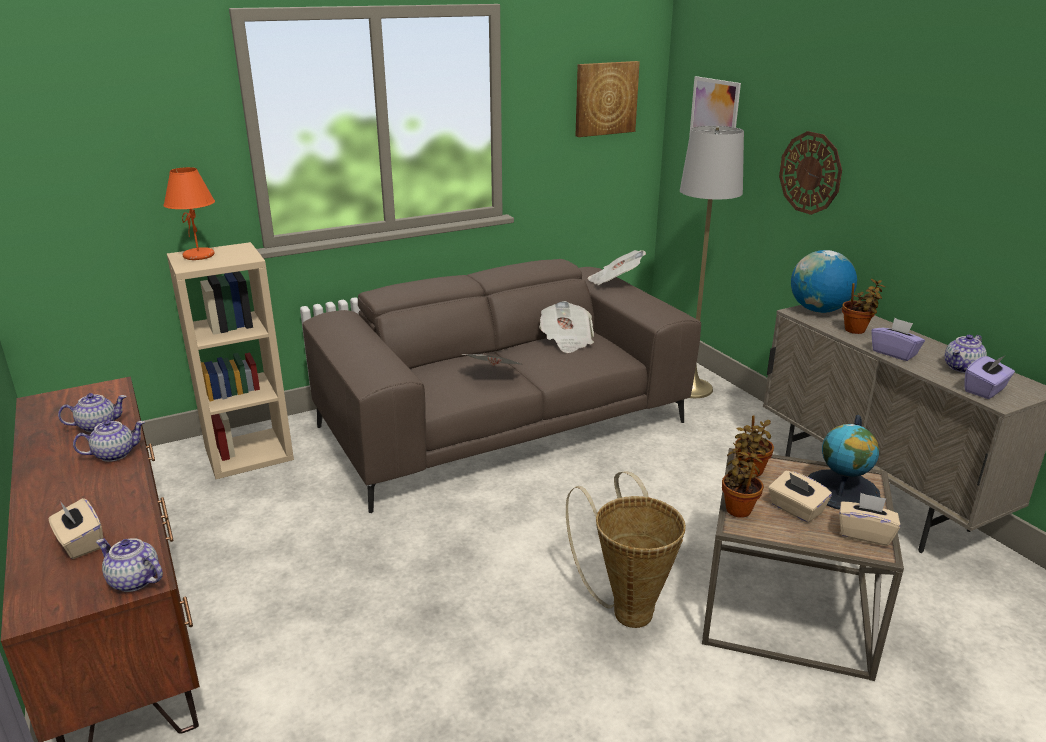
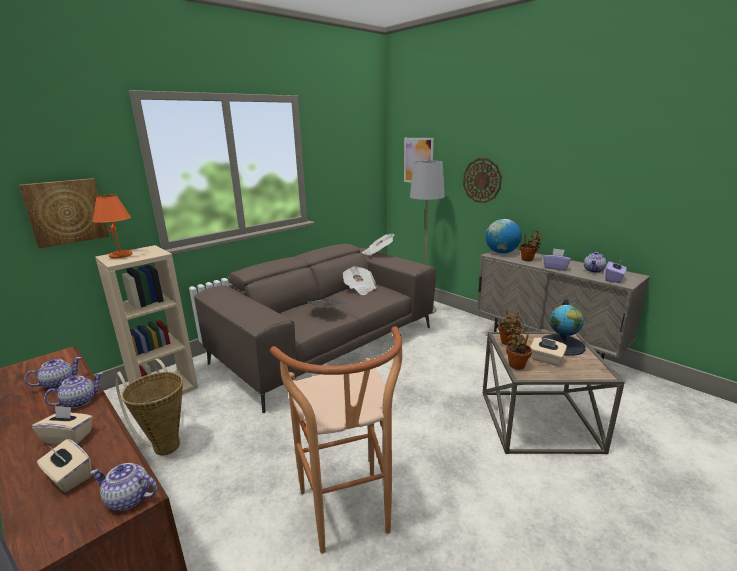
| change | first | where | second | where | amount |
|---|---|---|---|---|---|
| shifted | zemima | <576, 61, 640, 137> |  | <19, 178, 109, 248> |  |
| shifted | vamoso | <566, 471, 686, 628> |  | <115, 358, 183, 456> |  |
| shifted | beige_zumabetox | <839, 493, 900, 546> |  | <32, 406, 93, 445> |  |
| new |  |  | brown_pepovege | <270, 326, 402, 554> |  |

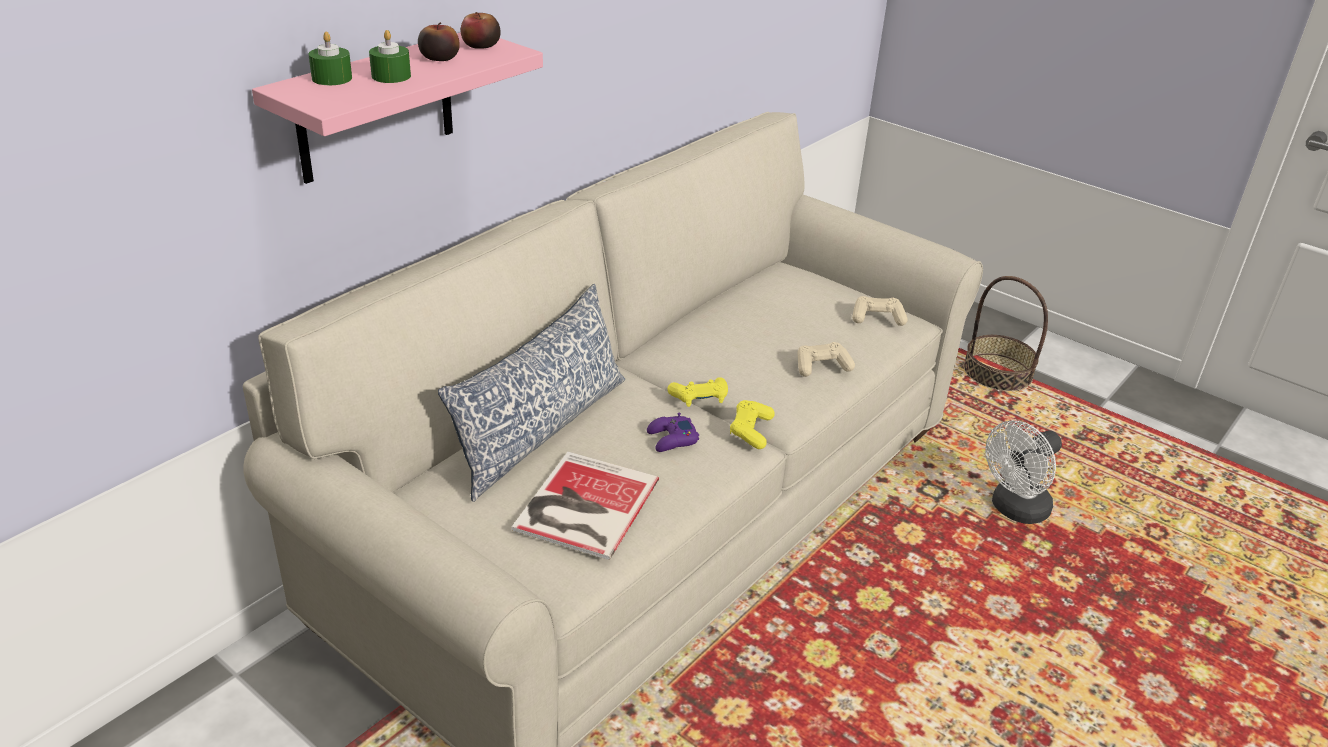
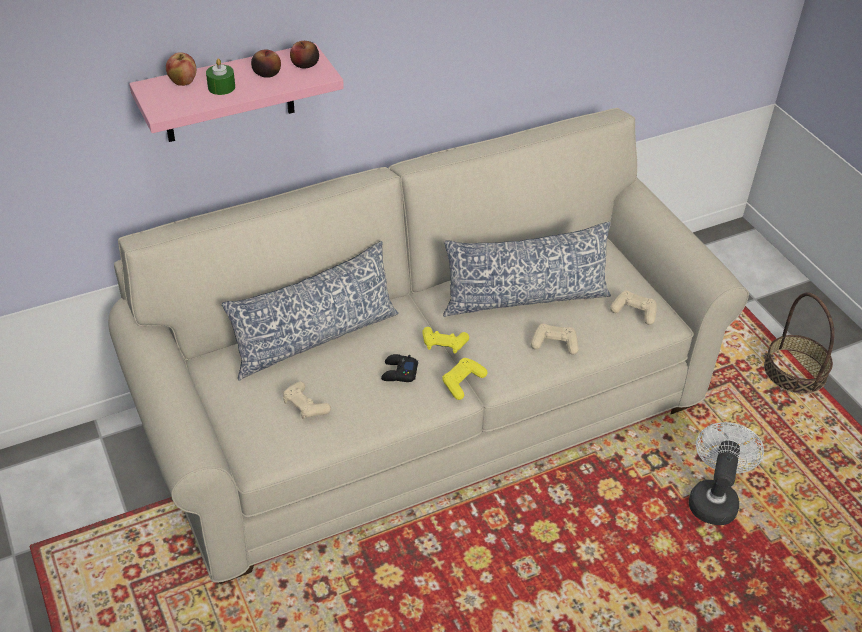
| change | first | where | second | where | amount |
|---|---|---|---|---|---|
| swapped | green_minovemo | <308, 32, 352, 85> | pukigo | <166, 52, 196, 86> |  |
| repainted | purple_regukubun | <647, 412, 699, 452> | black_regukubun | <381, 354, 418, 382> |  |
| rotated | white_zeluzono | <986, 420, 1062, 524> |  | <689, 422, 764, 525> | 120 degrees clockwise |
| swapped | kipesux | <512, 452, 659, 560> | beige_regukubun | <283, 381, 331, 419> |  |
| new |  |  | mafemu | <443, 222, 611, 317> |  |

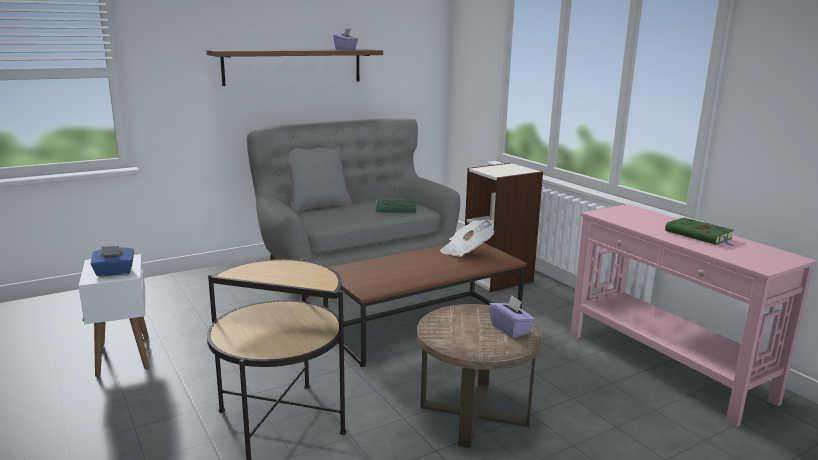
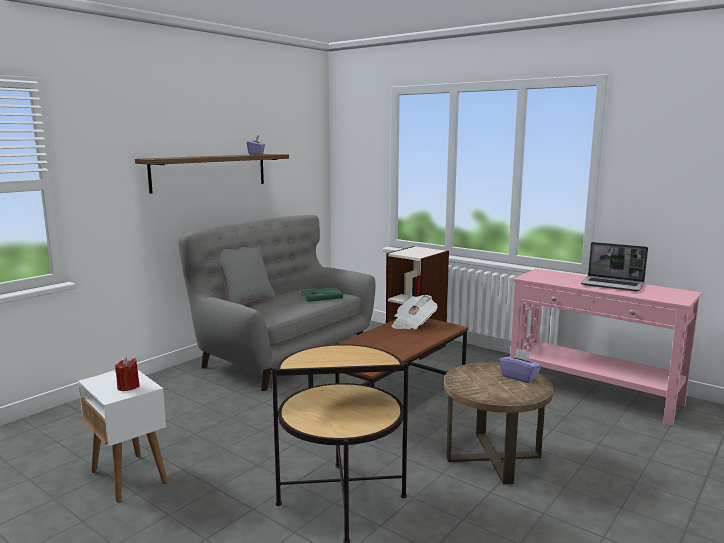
| change | first | where | second | where | amount |
|---|---|---|---|---|---|
| swapped | green_kipesux | <665, 217, 734, 246> | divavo | <581, 242, 648, 291> |  |
| swapped | blue_zumabetox | <90, 246, 134, 276> | red_minovemo | <115, 358, 140, 391> |  |

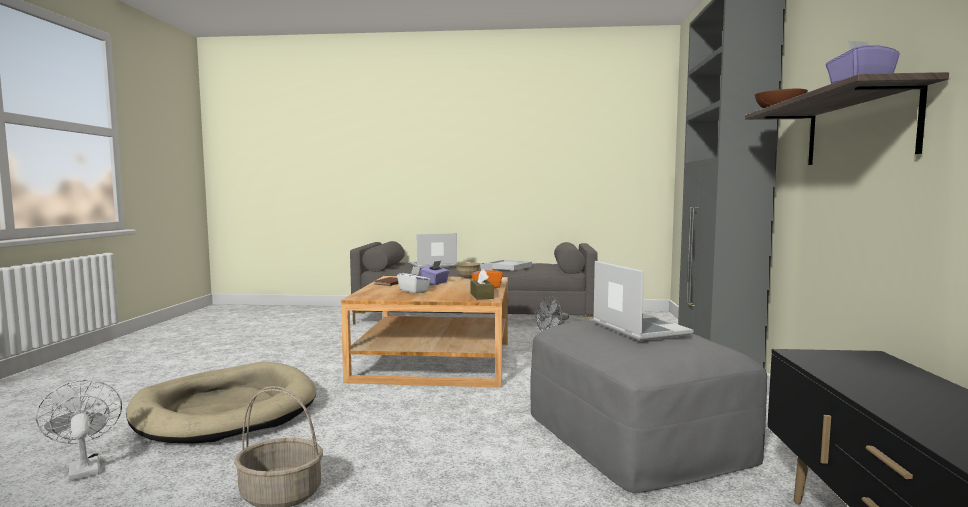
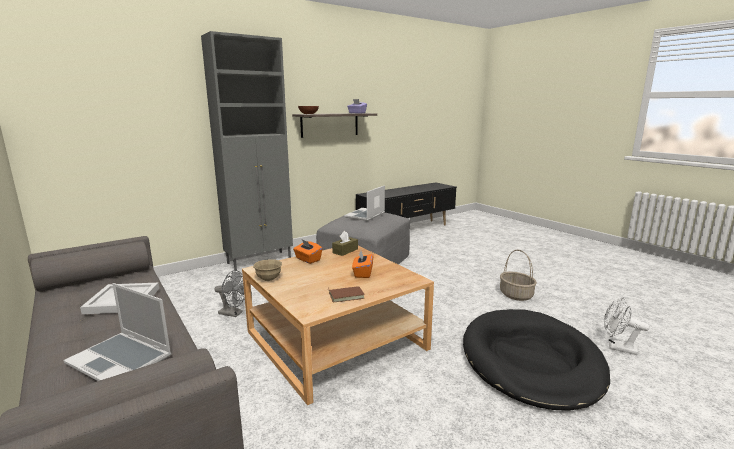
| change | first | where | second | where | amount |
|---|---|---|---|---|---|
| gone | purple_zumabetox | <420, 261, 450, 285> |  |  |  |
| repainted | white_zumabetox | <397, 266, 431, 293> | orange_zumabetox | <352, 251, 373, 278> |  |
| repainted | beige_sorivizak | <126, 362, 317, 444> | black_sorivizak | <463, 309, 610, 411> |  |
| rotated | white_zeluzono | <36, 380, 122, 481> |  | <604, 297, 650, 355> | 105 degrees clockwise |

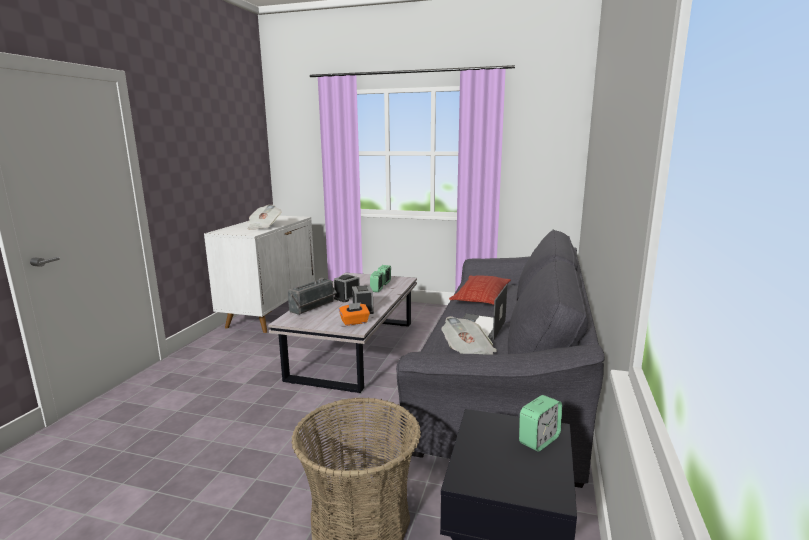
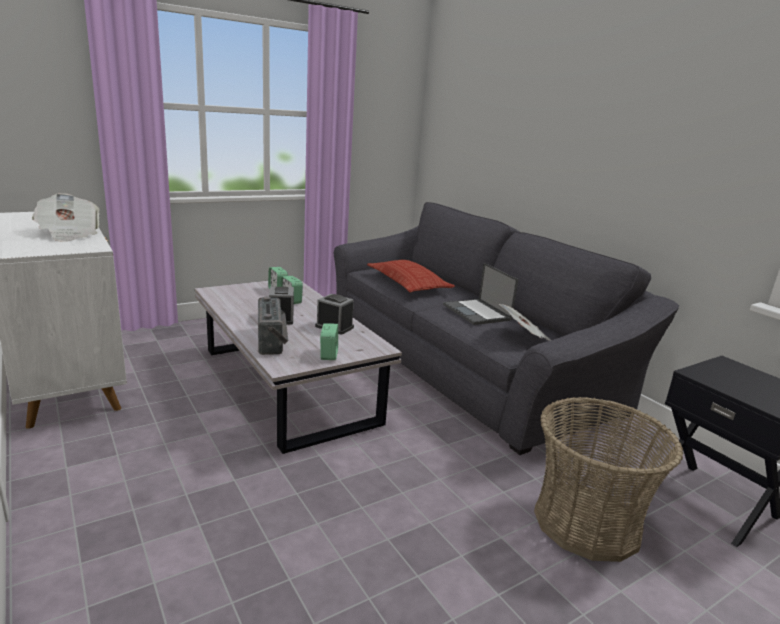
| change | first | where | second | where | amount |
|---|---|---|---|---|---|
| gone | orange_zumabetox | <339, 302, 370, 326> |  |  |  |
| shifted | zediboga | <519, 395, 562, 452> |  | <320, 323, 338, 360> |  |

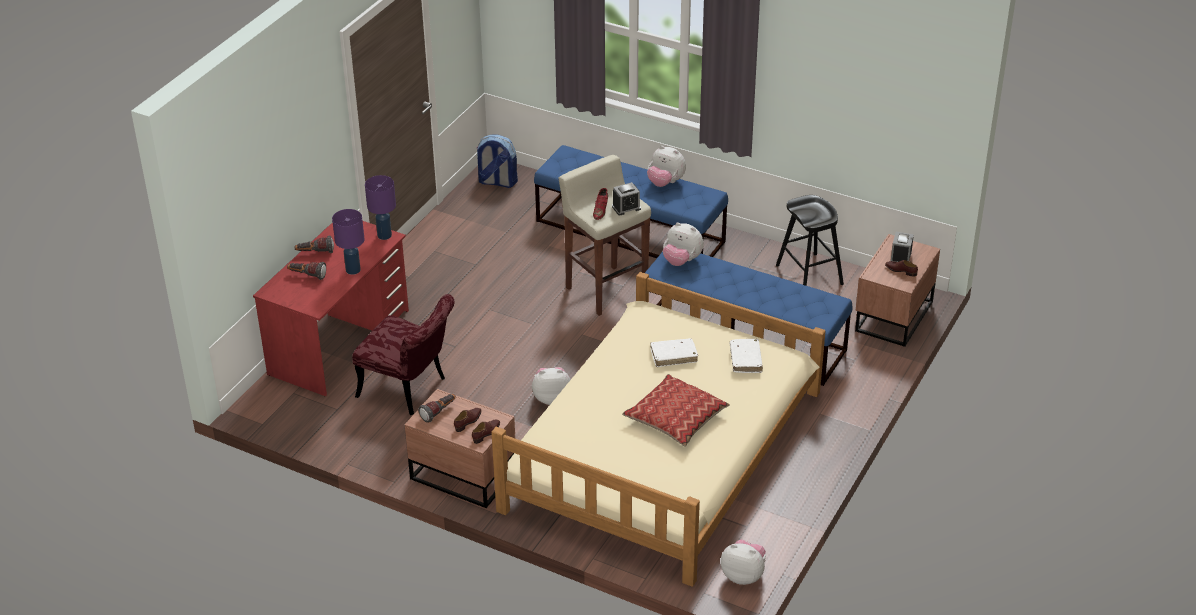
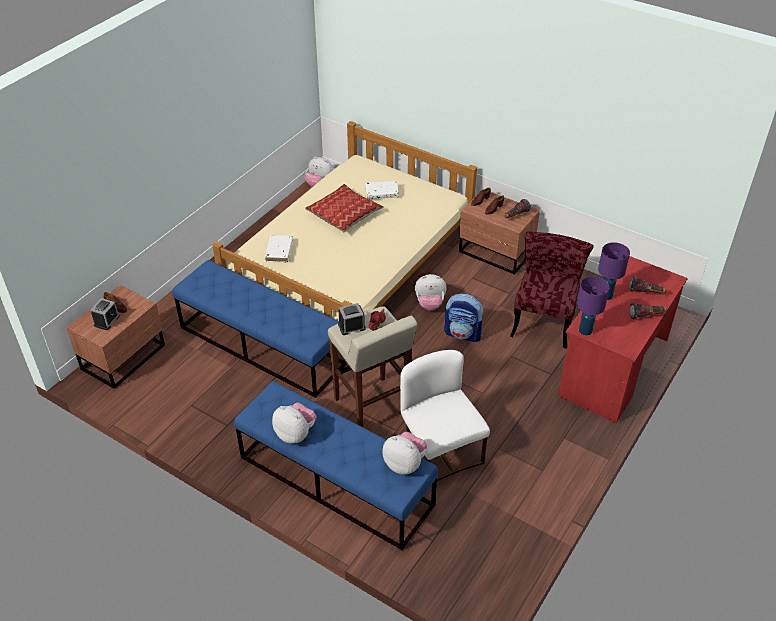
| change | first | where | second | where | amount |
|---|---|---|---|---|---|
| shifted | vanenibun | <477, 134, 518, 188> |  | <444, 293, 485, 343> |  |
| gone | black_pepovege | <776, 195, 844, 286> |  |  |  |
| shifted | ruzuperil | <663, 222, 704, 266> |  | <383, 432, 427, 474> |  |
| rotated | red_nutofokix | <352, 294, 454, 415> |  | <510, 232, 594, 349> | 75 degrees clockwise |
| shifted | white_kipesux | <650, 338, 698, 367> |  | <366, 181, 398, 199> |  |
| new |  |  | white_nutofokix | <400, 350, 490, 481> |  |

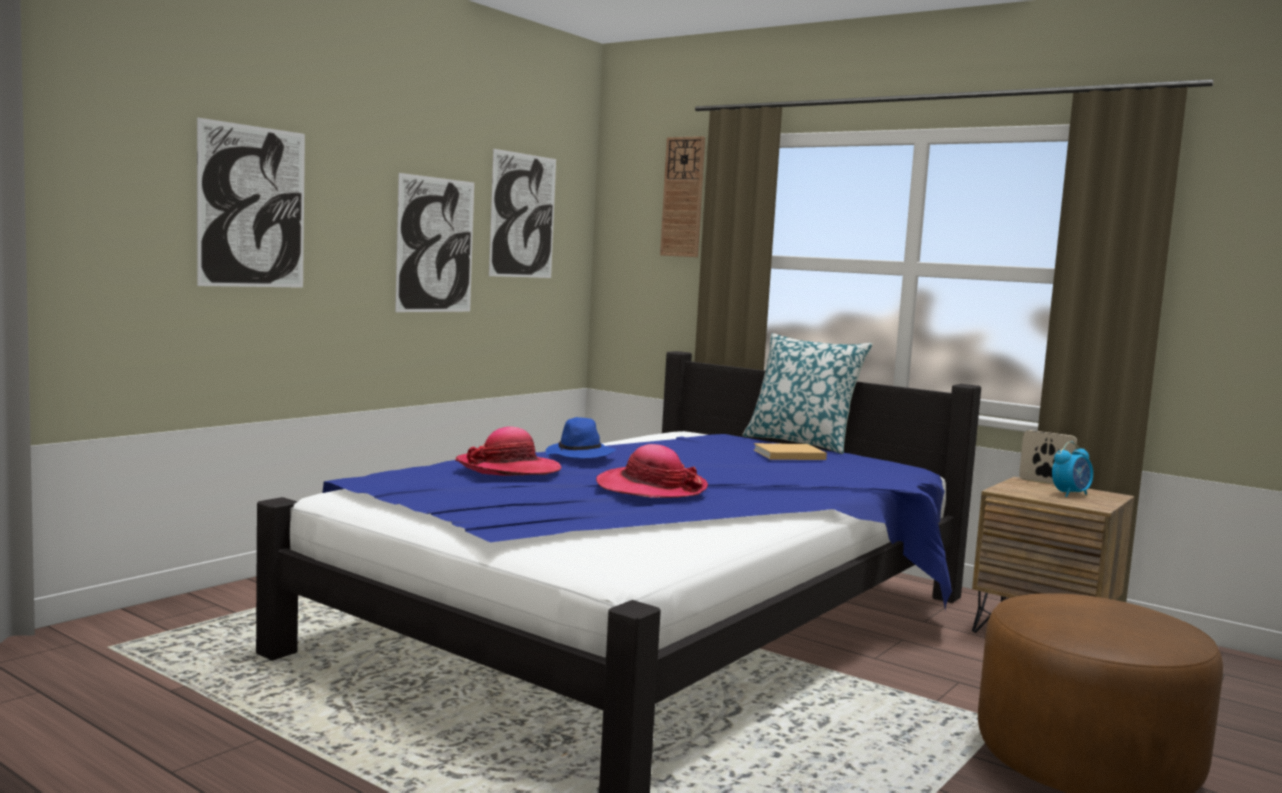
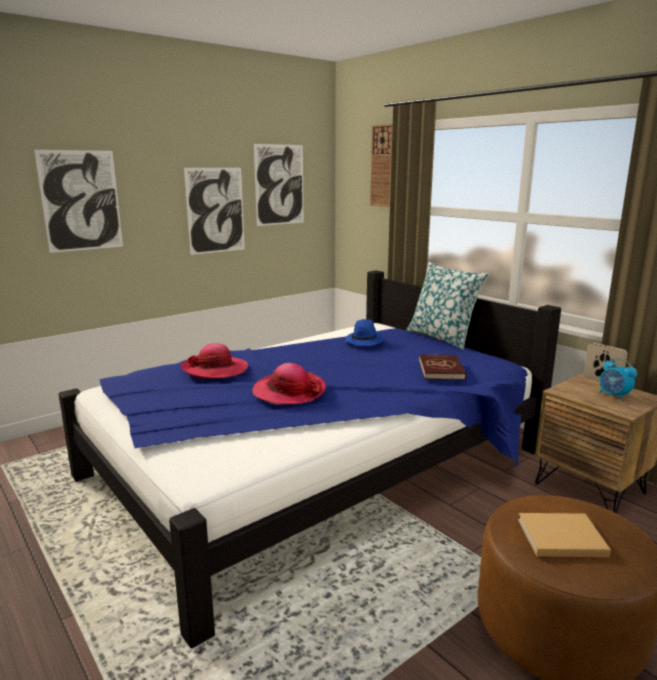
| change | first | where | second | where | amount |
|---|---|---|---|---|---|
| shifted | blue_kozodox | <546, 417, 616, 458> |  | <345, 319, 386, 346> |  |
| rotated | zediboga | <1052, 441, 1093, 497> |  | <599, 358, 637, 401> | 75 degrees clockwise |
| shifted | beige_kipesux | <753, 443, 827, 460> |  | <518, 513, 611, 557> |  |
| new |  |  | red_kipesux | <419, 354, 466, 380> |  |

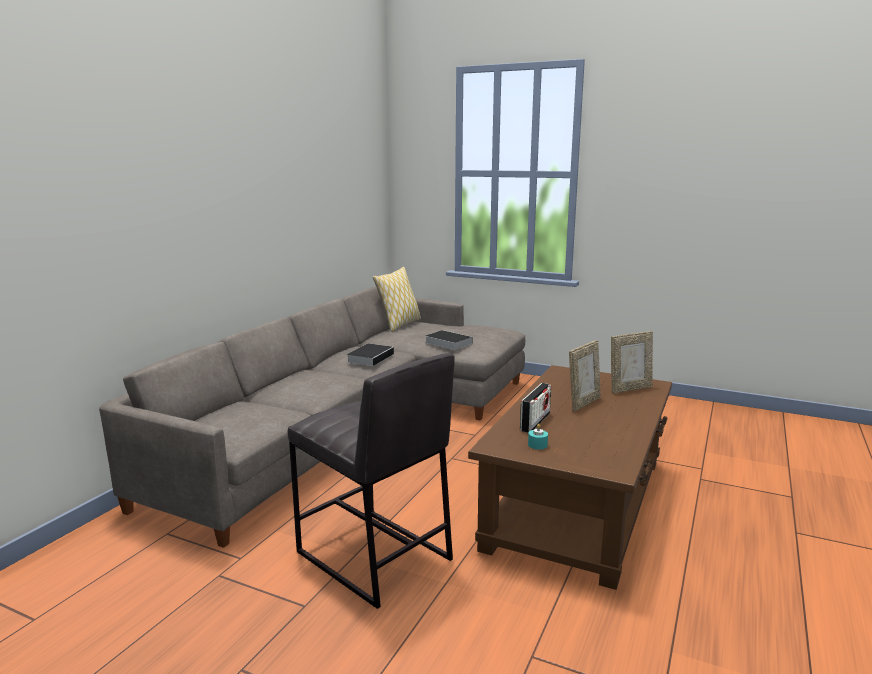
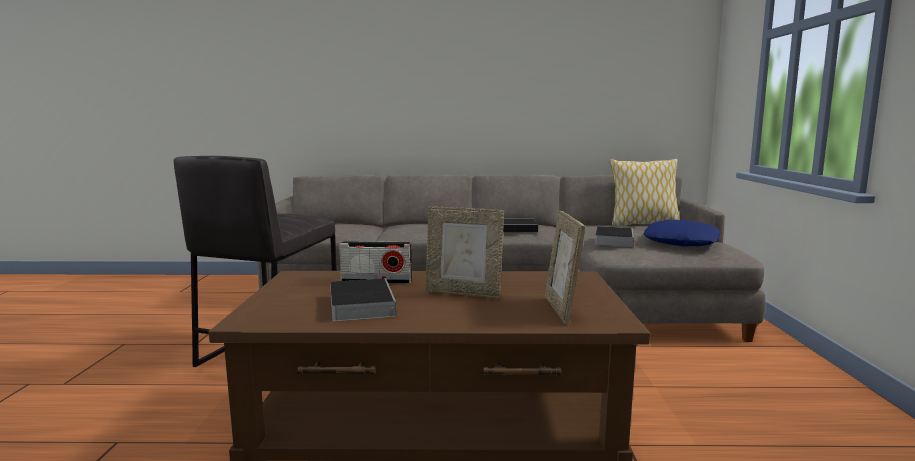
| change | first | where | second | where | amount |
|---|---|---|---|---|---|
| rotated | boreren | <611, 331, 653, 394> |  | <545, 211, 585, 325> | 45 degrees clockwise |
| gone | turquoise_minovemo | <528, 424, 548, 450> |  |  |  |
| new |  |  | blue_mafemu | <644, 220, 720, 246> |  |
| new |  |  | kipesux | <330, 278, 396, 321> |  |

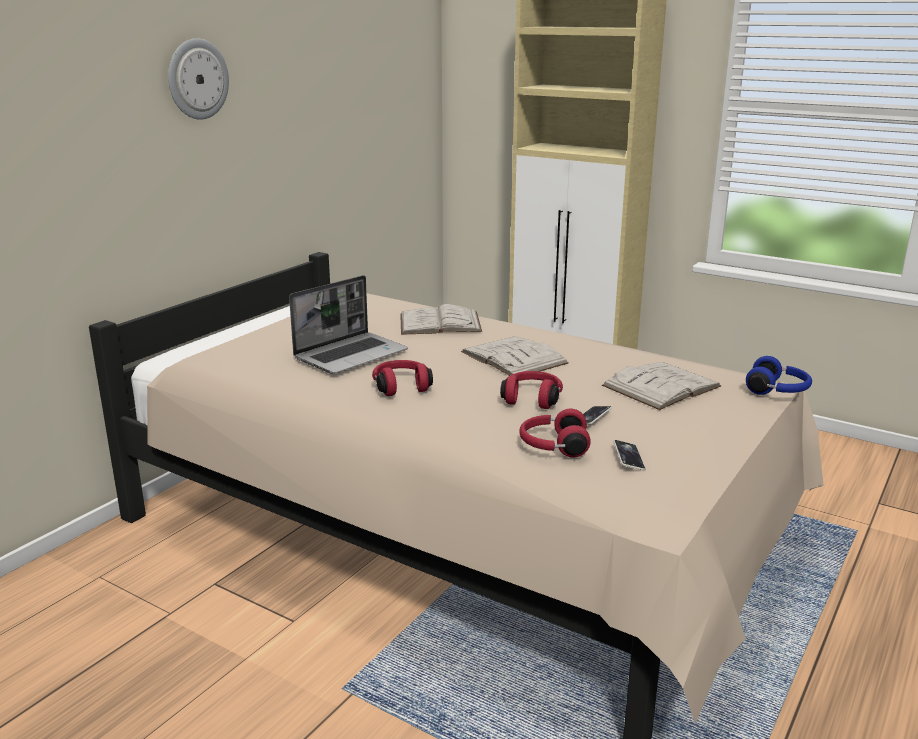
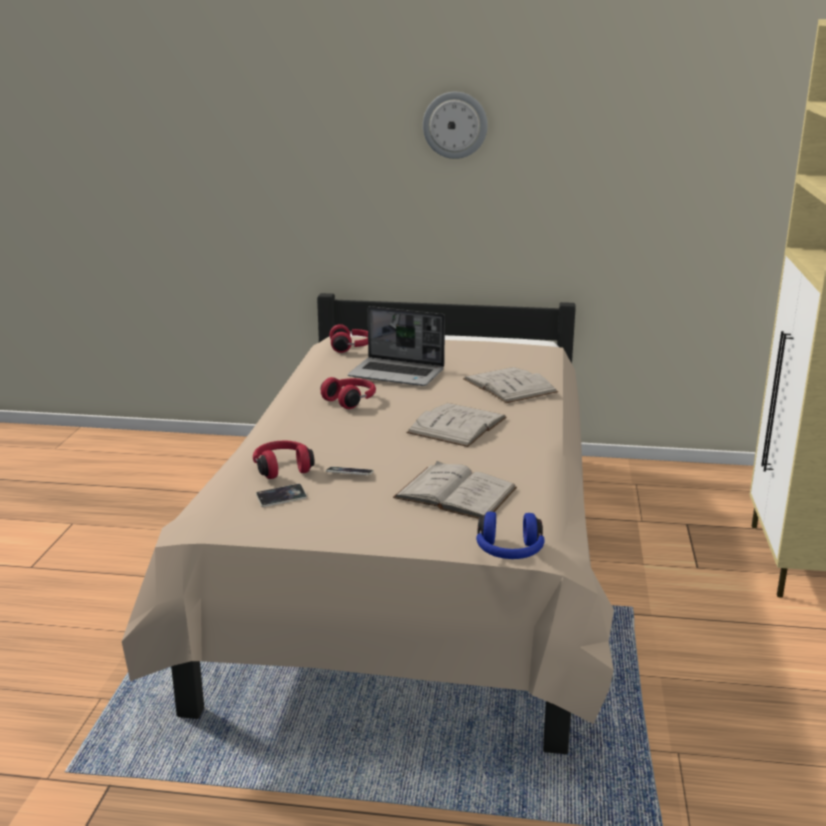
| change | first | where | second | where | amount |
|---|---|---|---|---|---|
| shifted | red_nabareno | <500, 371, 563, 409> |  | <330, 324, 368, 353> |  |

